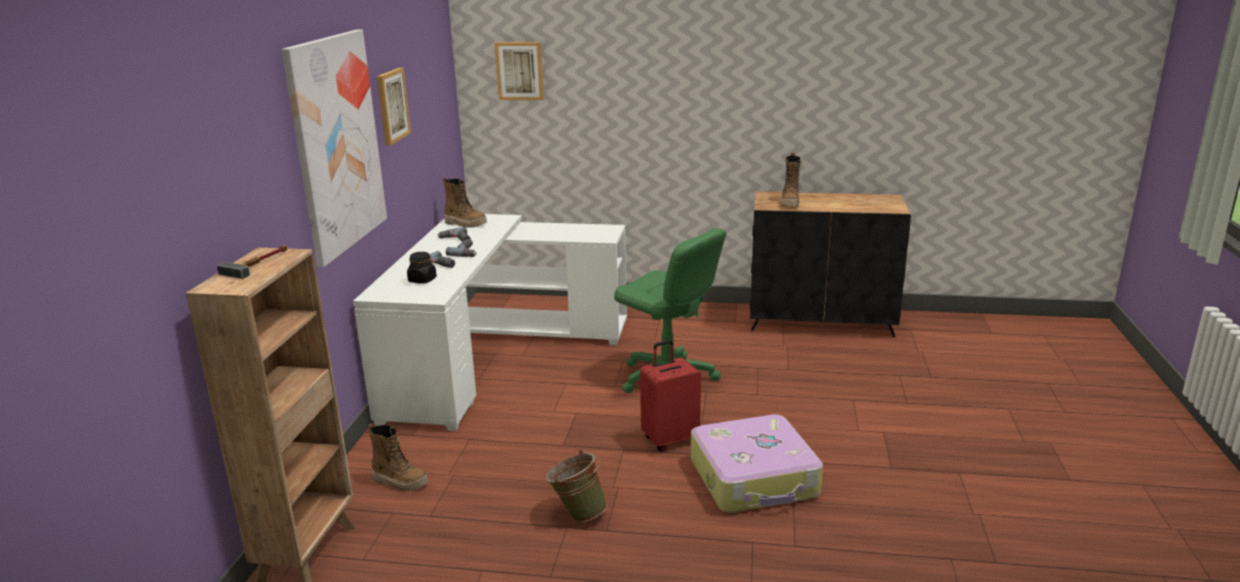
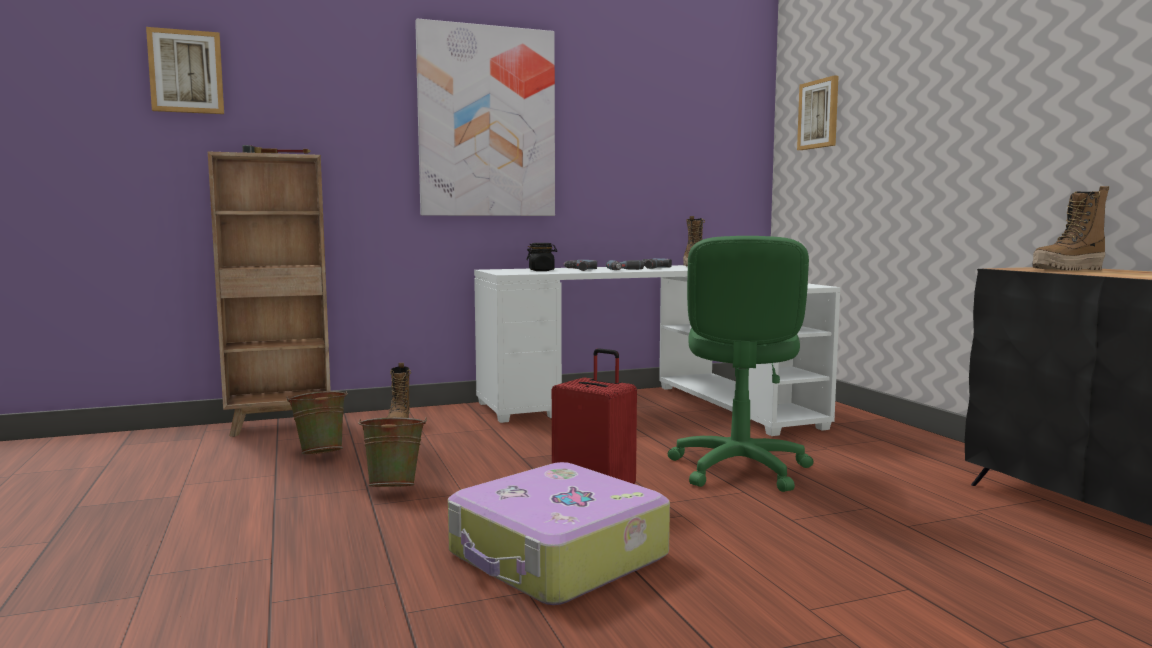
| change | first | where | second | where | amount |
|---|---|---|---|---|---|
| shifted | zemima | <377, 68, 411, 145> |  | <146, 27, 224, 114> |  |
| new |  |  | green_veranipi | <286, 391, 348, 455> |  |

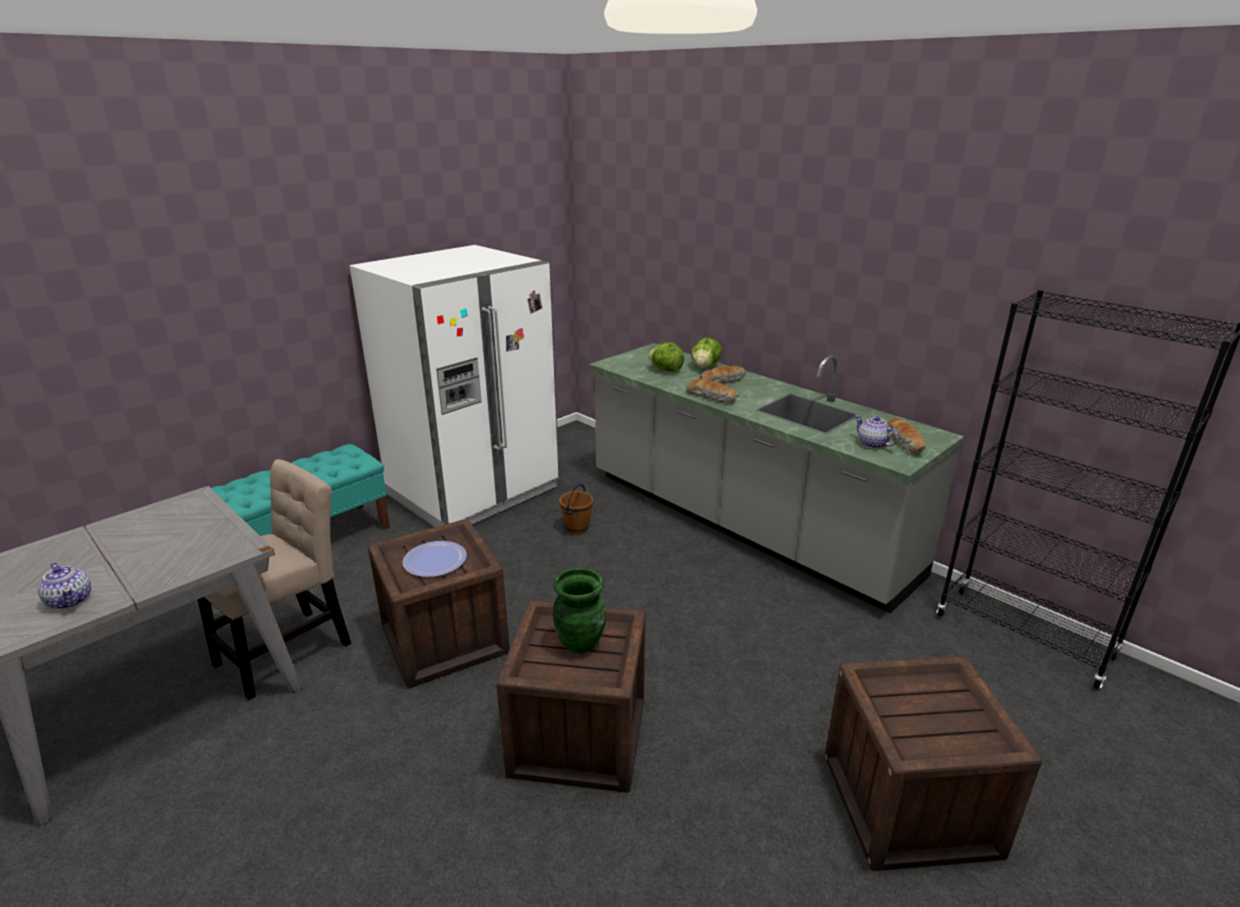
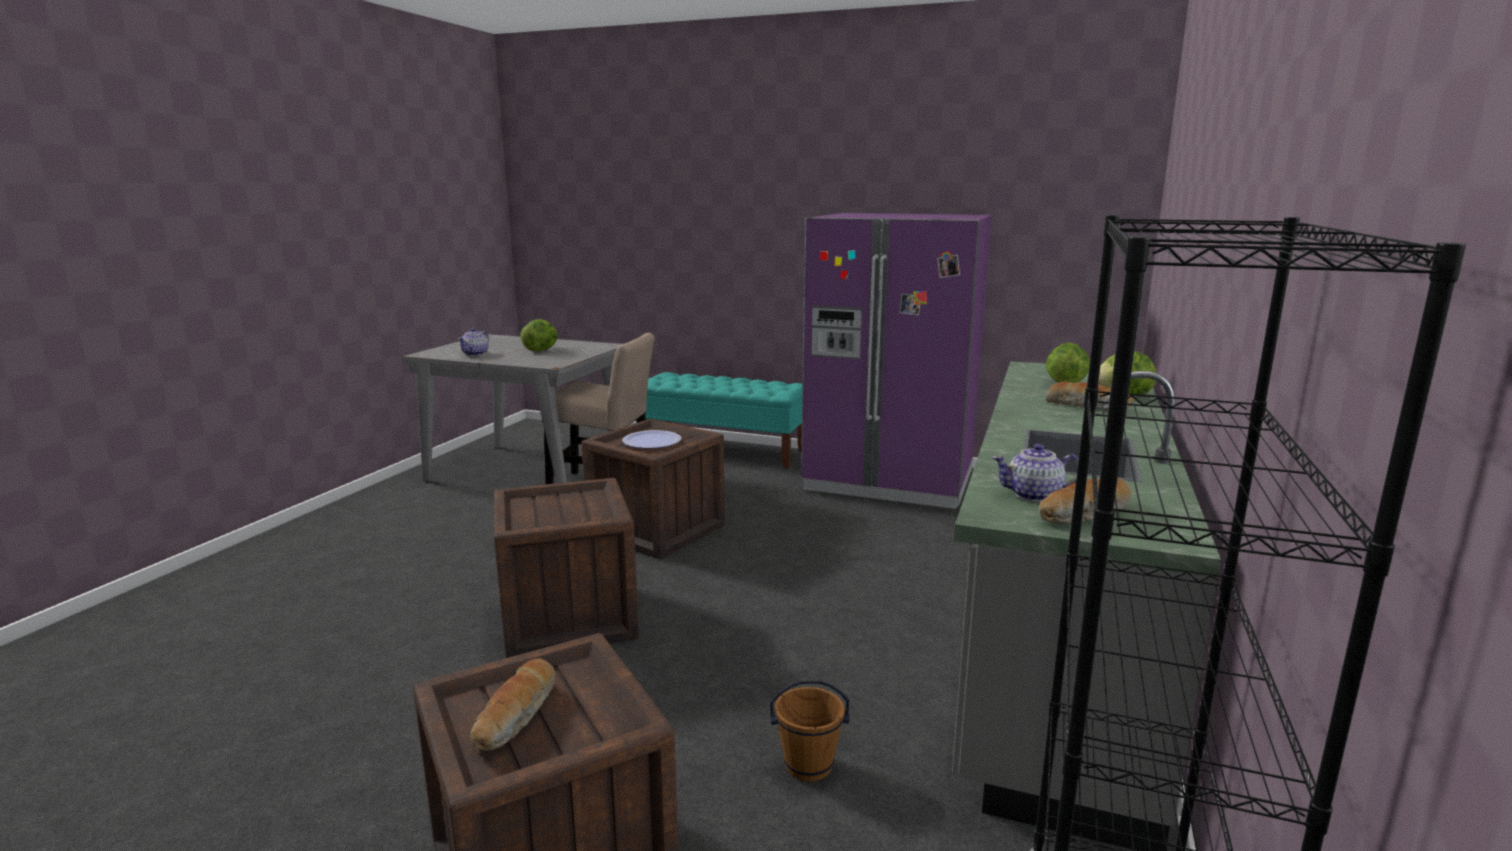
| change | first | where | second | where | amount |
|---|---|---|---|---|---|
| repainted | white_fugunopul | <350, 245, 559, 527> | purple_fugunopul | <801, 213, 992, 509> |  |
| shifted | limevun | <686, 379, 739, 404> |  | <470, 659, 555, 751> |  |
| rotated | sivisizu | <855, 415, 898, 449> |  | <992, 444, 1079, 502> | 120 degrees counterclockwise |
| shifted | brown_veranipi | <559, 484, 594, 535> |  | <770, 680, 850, 782> |  |
| gone | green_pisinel | <553, 568, 606, 654> |  |  |  |
| new |  |  | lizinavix | <520, 319, 558, 351> |  |

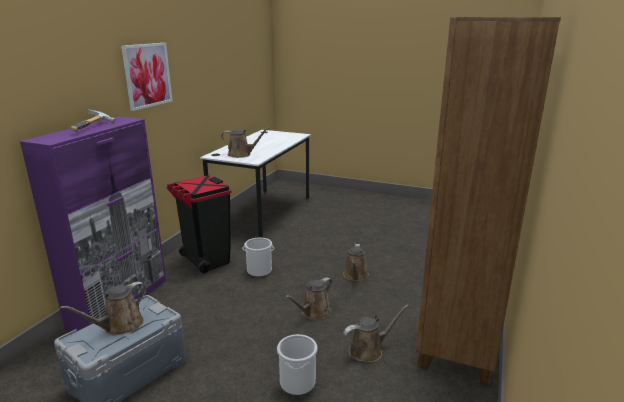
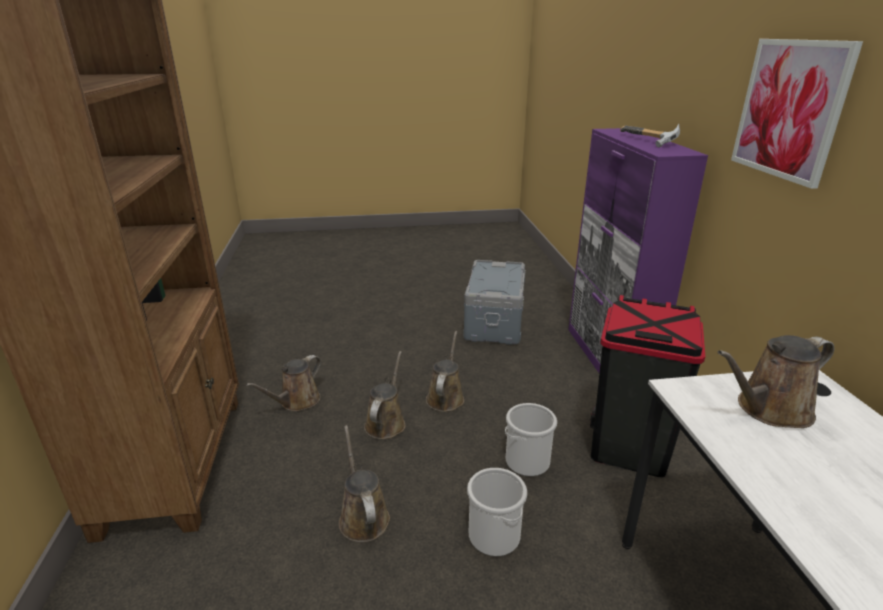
| change | first | where | second | where | amount |
|---|---|---|---|---|---|
| shifted | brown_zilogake | <60, 282, 147, 335> |  | <426, 331, 464, 412> |  |
| shifted | veranipi | <277, 334, 318, 395> |  | <467, 468, 527, 556> |  |

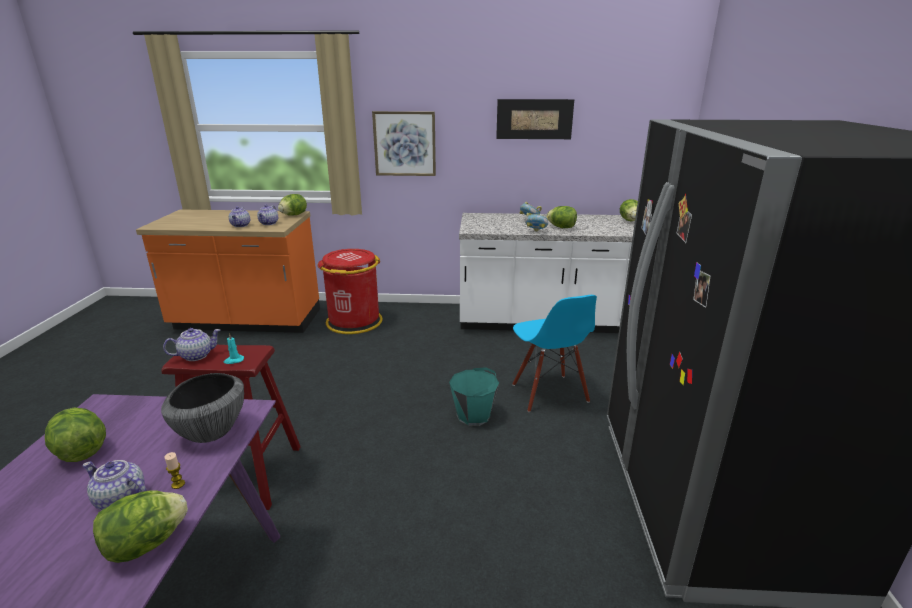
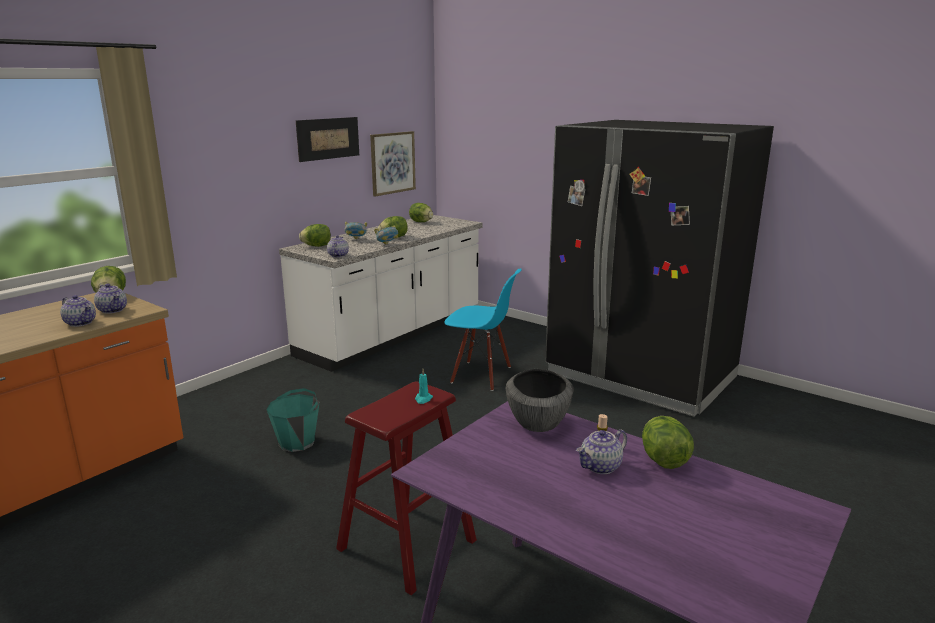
| change | first | where | second | where | amount |
|---|---|---|---|---|---|
| shifted | zemima | <372, 111, 436, 176> |  | <370, 131, 416, 196> |  |
| gone | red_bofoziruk | <318, 249, 383, 334> |  |  |  |
| shifted | sivisizu | <163, 328, 220, 361> |  | <327, 235, 349, 258> |  |
| shifted | turquoise_veranipi | <449, 367, 499, 426> |  | <266, 388, 320, 452> |  |
| shifted | lizinavix | <45, 408, 106, 462> |  | <299, 224, 331, 247> |  |

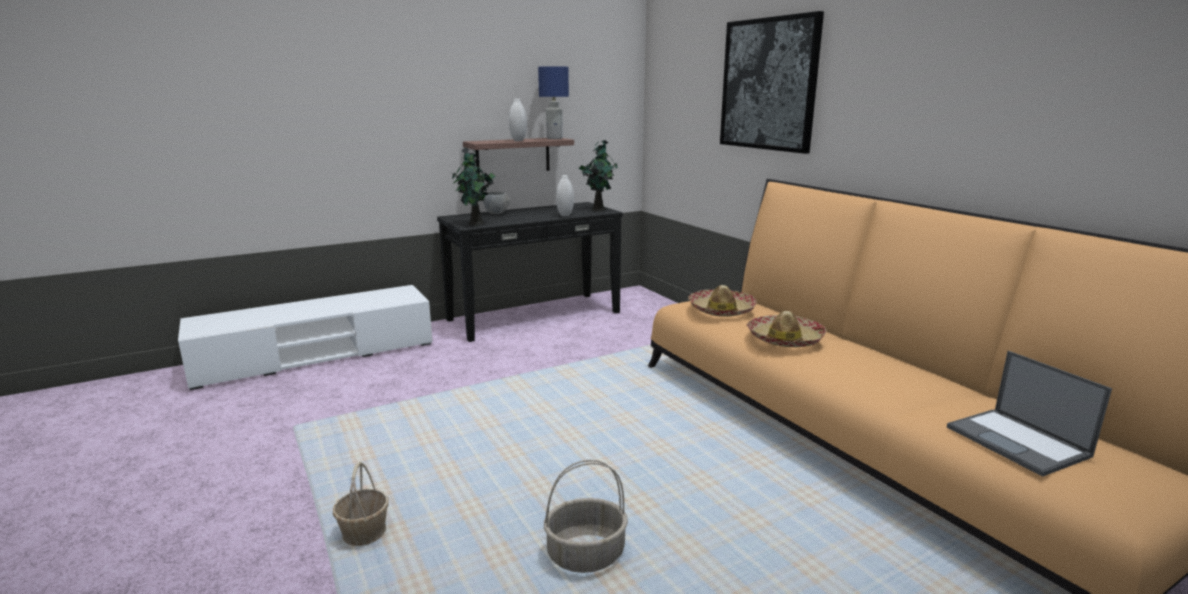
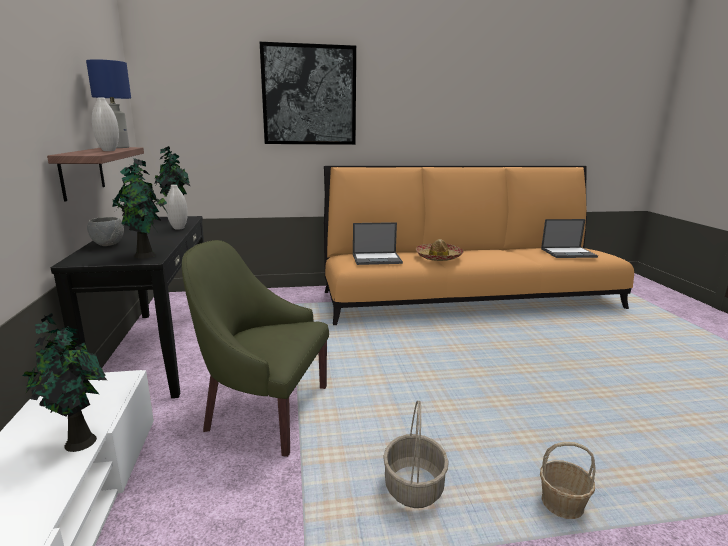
| change | first | where | second | where | amount |
|---|---|---|---|---|---|
| swapped | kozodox | <688, 285, 757, 317> | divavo | <353, 222, 403, 265> |  |
| shifted | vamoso | <544, 460, 628, 573> |  | <383, 400, 449, 508> |  |
| new |  |  | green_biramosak | <182, 240, 329, 457> |  |
| new |  |  | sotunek | <23, 313, 107, 452> |  |

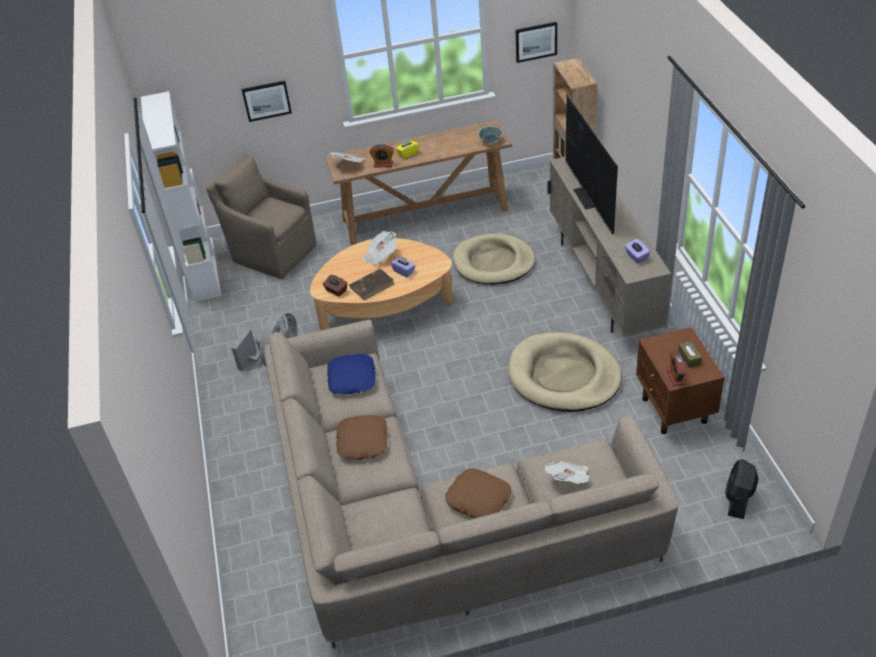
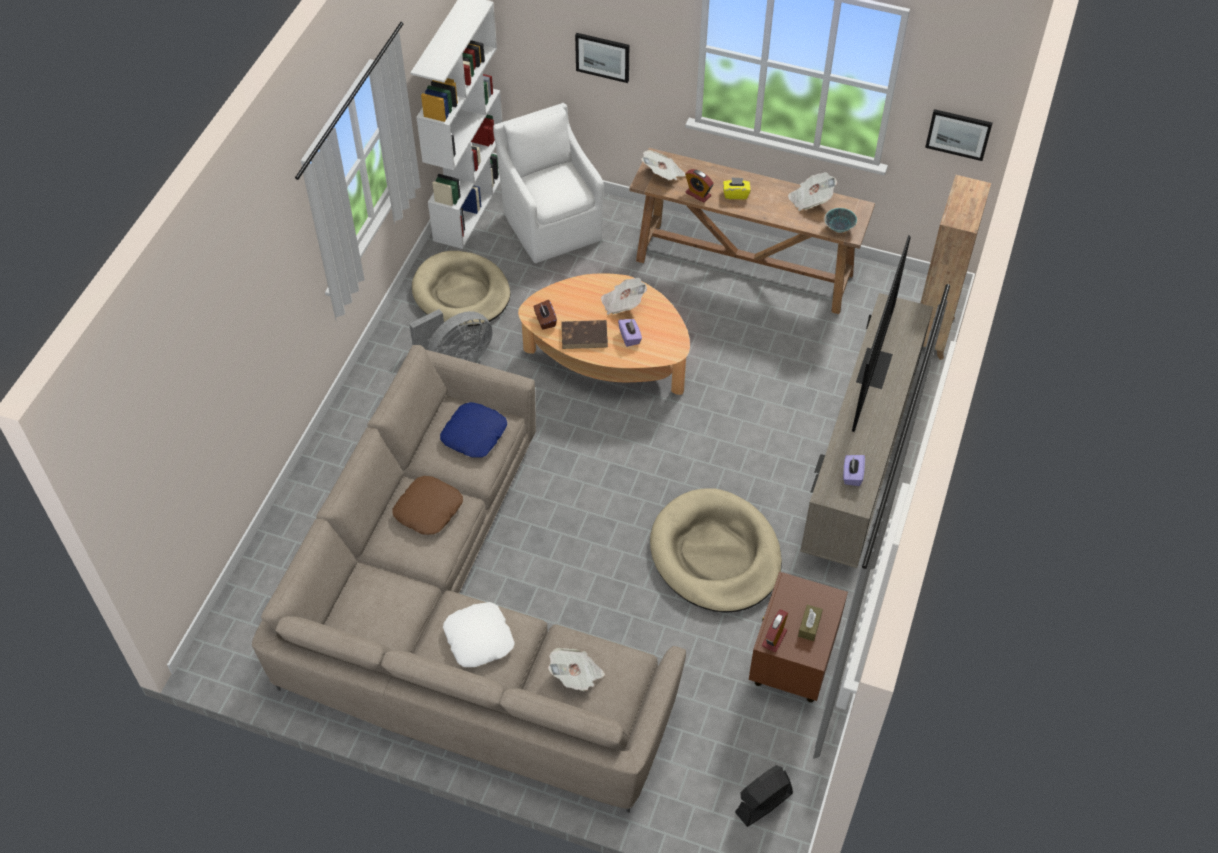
| change | first | where | second | where | amount |
|---|---|---|---|---|---|
| repainted | brown_biramosak | <206, 155, 317, 279> | white_biramosak | <493, 103, 604, 263> |  |
| shifted | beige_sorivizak | <453, 234, 535, 285> |  | <412, 251, 510, 326> |  |
| repainted | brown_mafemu | <445, 468, 511, 519> | white_mafemu | <443, 602, 515, 667> |  |
| new |  |  | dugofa | <788, 172, 837, 211> |  |

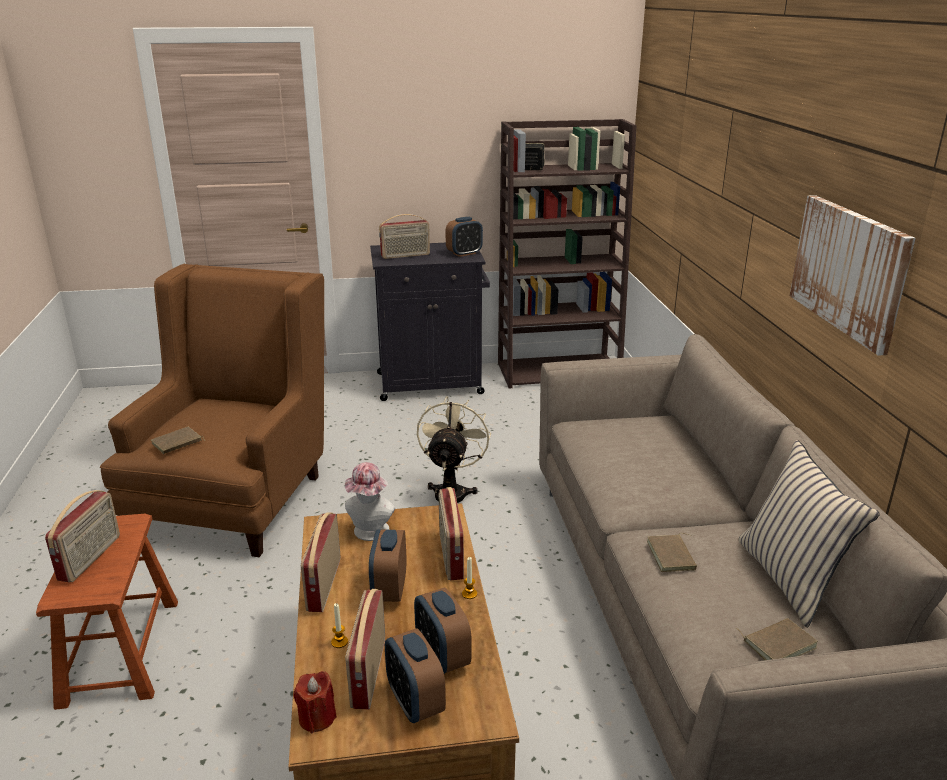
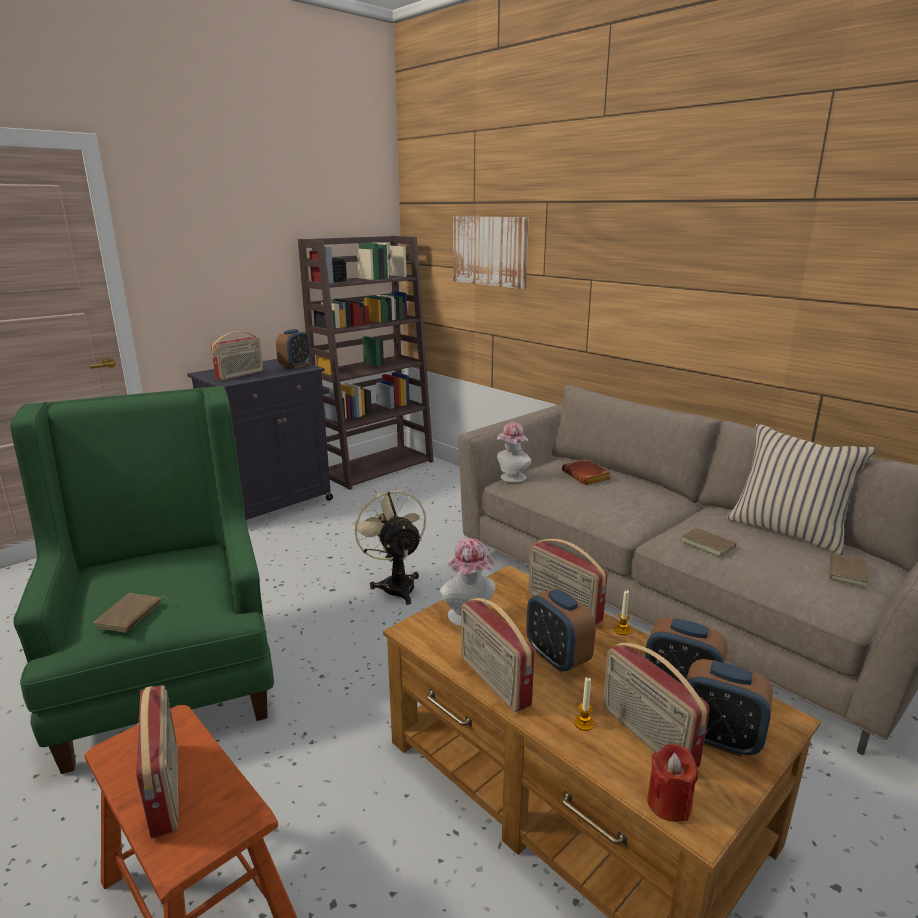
| change | first | where | second | where | amount |
|---|---|---|---|---|---|
| shifted | zemima | <790, 195, 916, 356> |  | <453, 216, 529, 289> |  |
| repainted | brown_biramosak | <100, 264, 324, 557> | green_biramosak | <10, 385, 274, 774> |  |
| new |  |  | kozodox | <497, 422, 532, 483> |  |
| new |  |  | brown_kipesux | <562, 459, 611, 485> |  |

